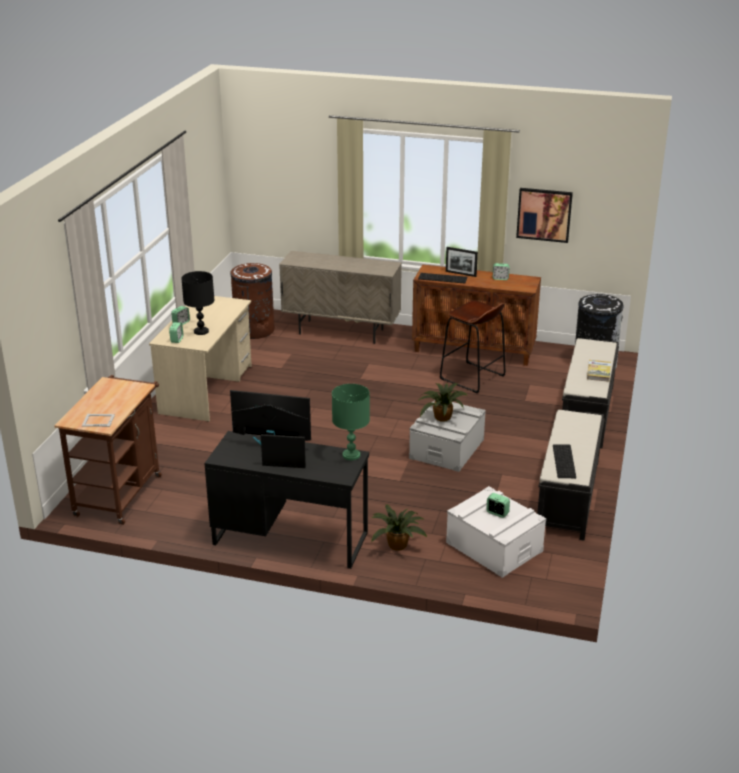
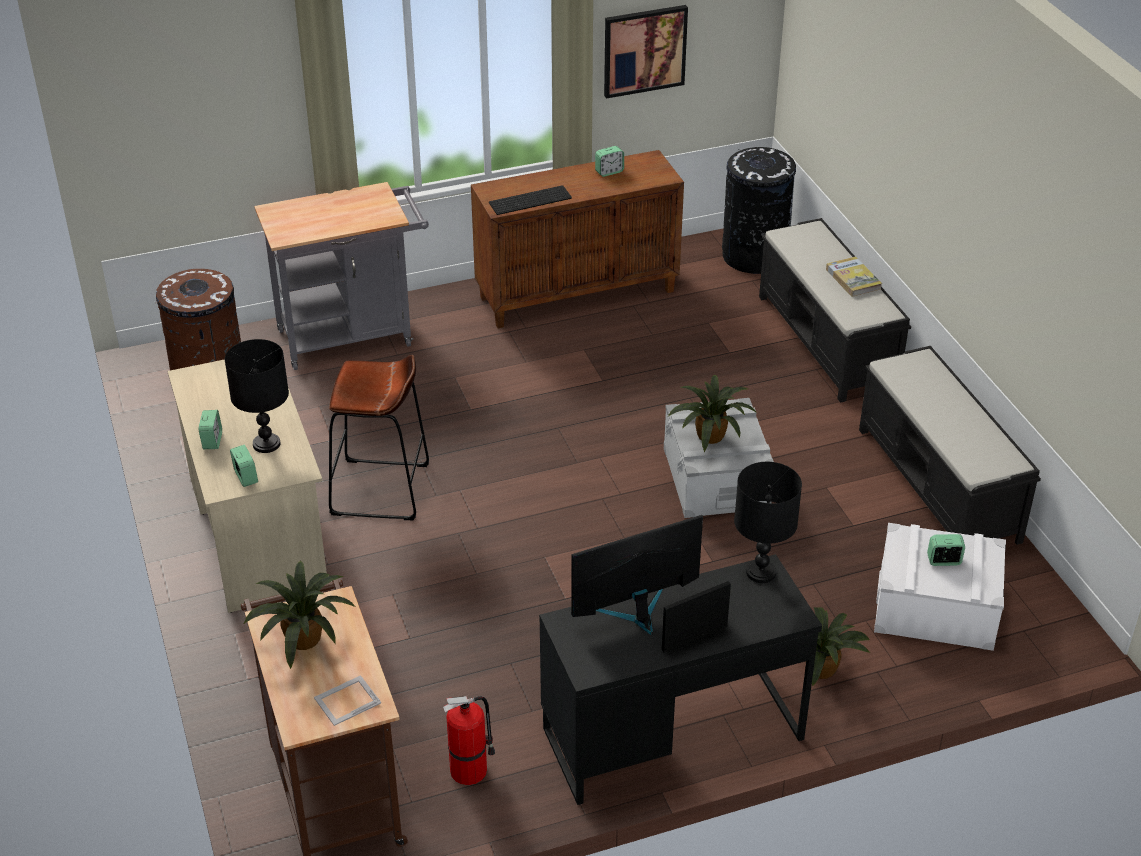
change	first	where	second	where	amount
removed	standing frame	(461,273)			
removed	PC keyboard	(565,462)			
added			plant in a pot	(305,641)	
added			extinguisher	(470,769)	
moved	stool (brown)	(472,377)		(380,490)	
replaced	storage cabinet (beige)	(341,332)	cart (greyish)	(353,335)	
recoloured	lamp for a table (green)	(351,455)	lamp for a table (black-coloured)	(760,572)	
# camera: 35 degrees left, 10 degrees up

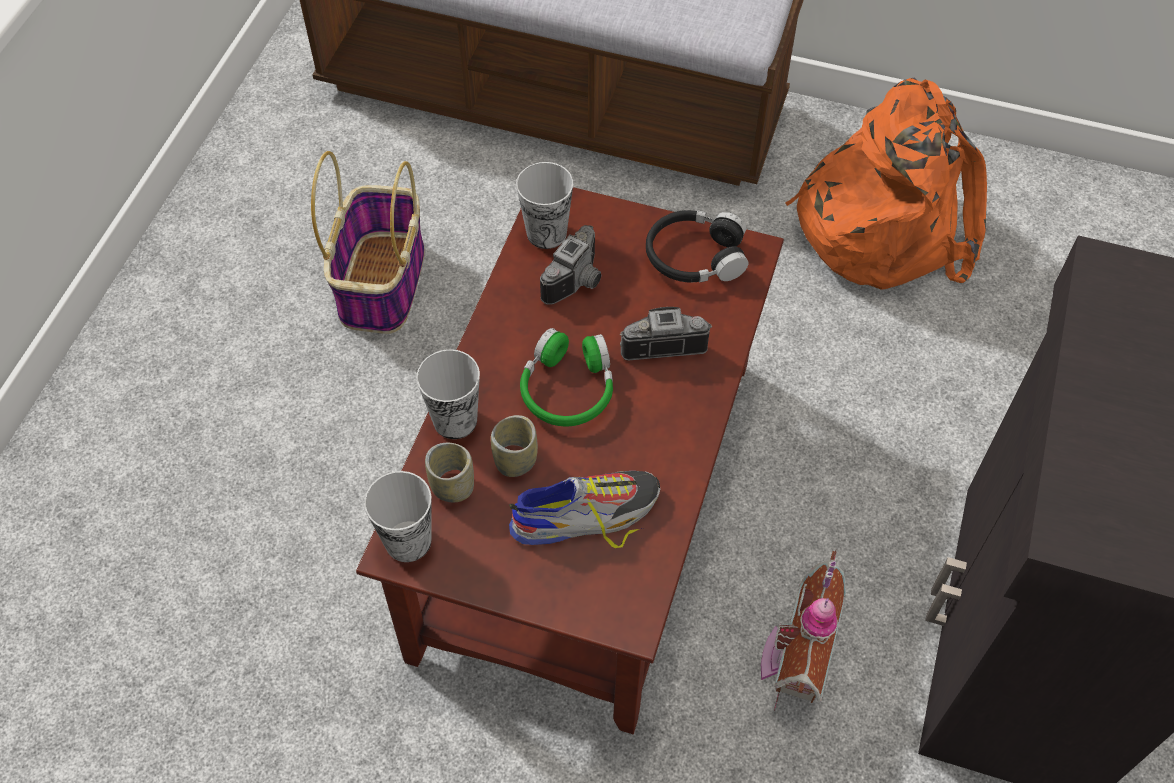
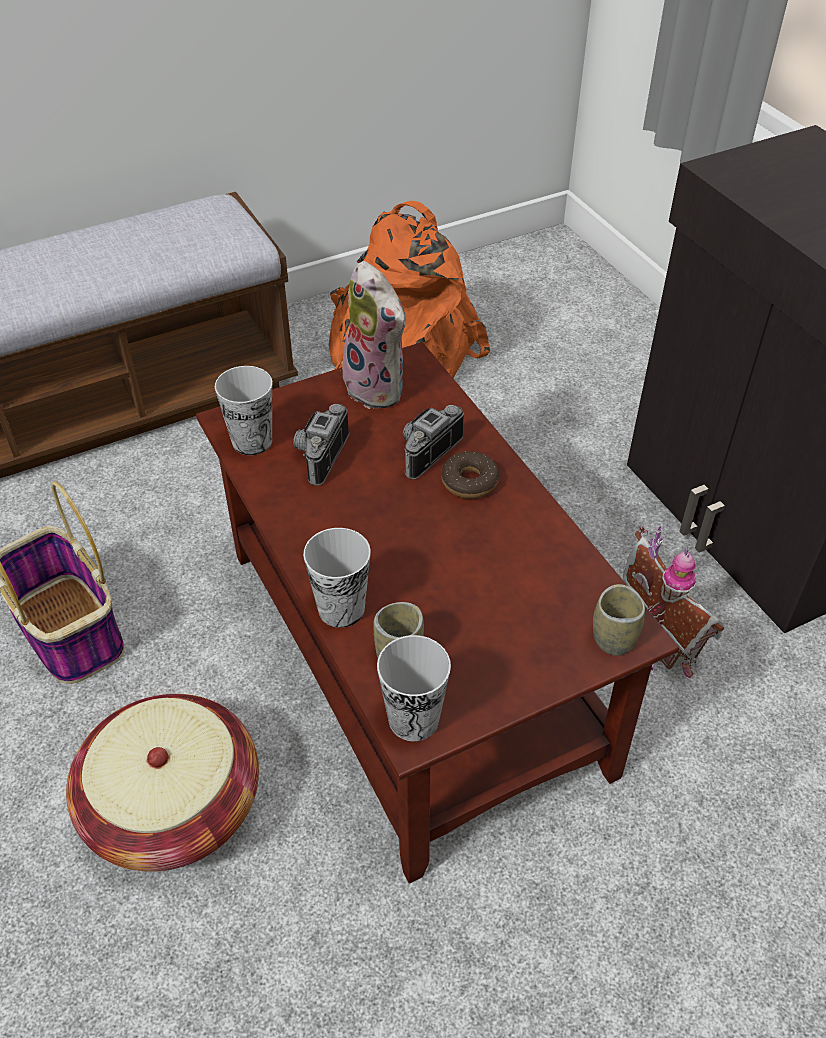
change	first	where	second	where	amount
removed	shoe	(586,512)			
removed	headset (green)	(568,388)			
added			storage basket	(173,806)	
added			doughnut	(469,482)	
moved	small cup	(515,461)		(613,639)	
replaced	headset (black-coloured)	(695,257)	plush toy	(379,388)	
turned	photo camera	(578,282)		(317,455)	150 degrees counterclockwise
# camera: 45 degrees left, 10 degrees down

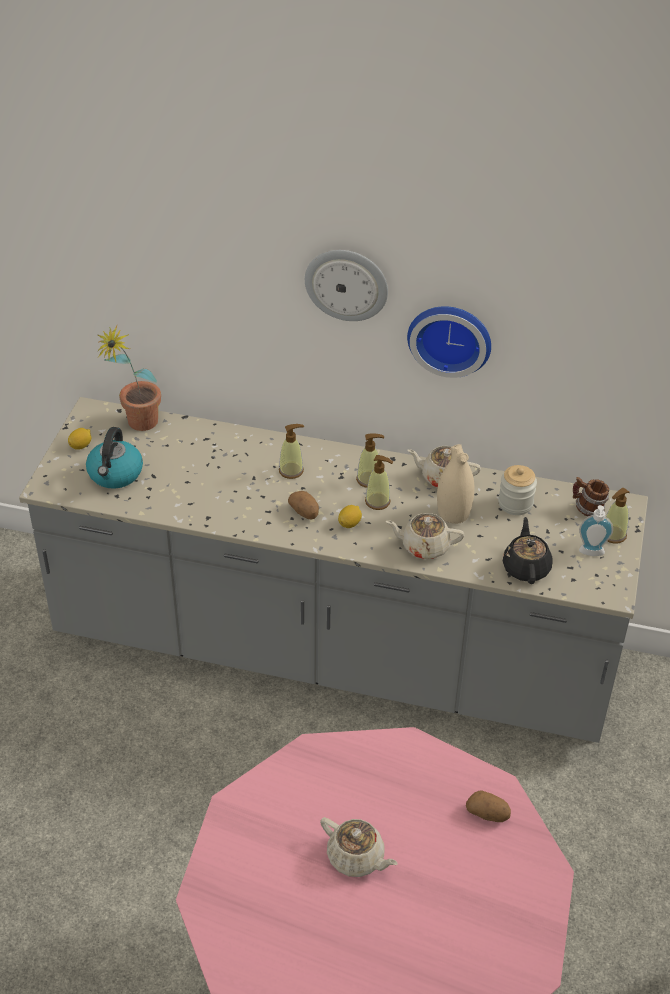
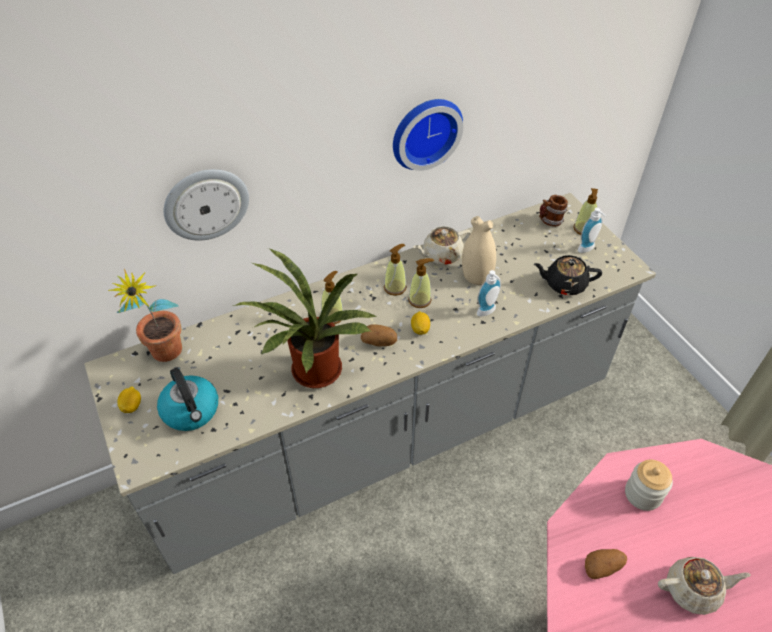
change	first	where	second	where	amount
added			plant in a pot	(313,374)	
moved	wall clock	(346,284)		(206,204)	
moved	spud	(488,814)		(602,567)	
moved	storage jar	(515,503)		(643,494)	
replaced	pot for tea (beige)	(424,546)	soap dispenser	(487,312)	
turned	pot for tea (black-coloured)	(526,567)		(564,284)	45 degrees counterclockwise
# camera: 40 degrees left, 5 degrees up

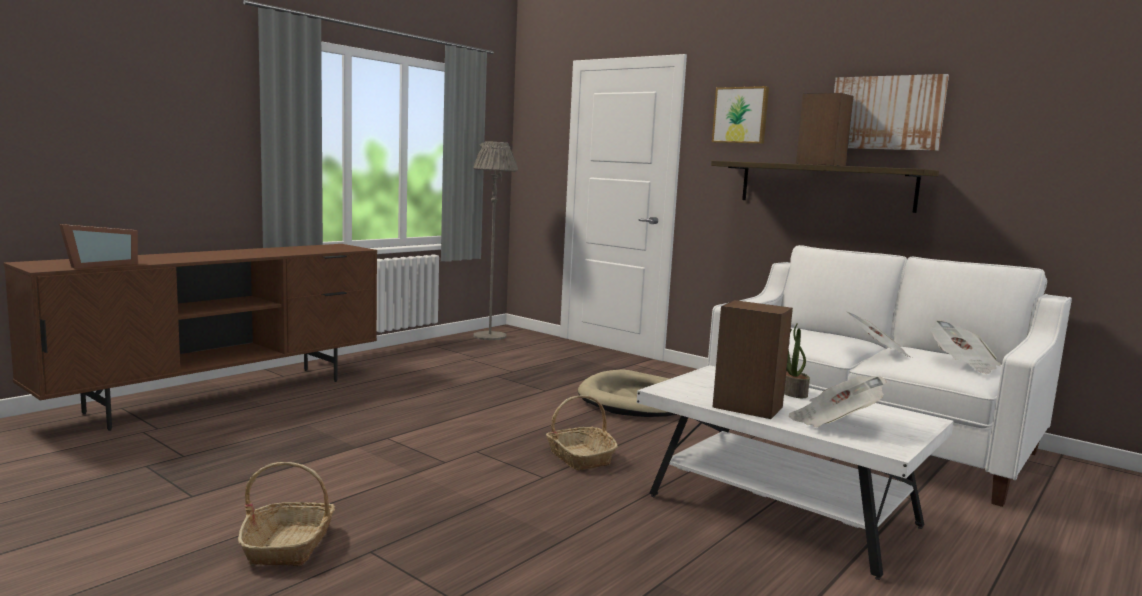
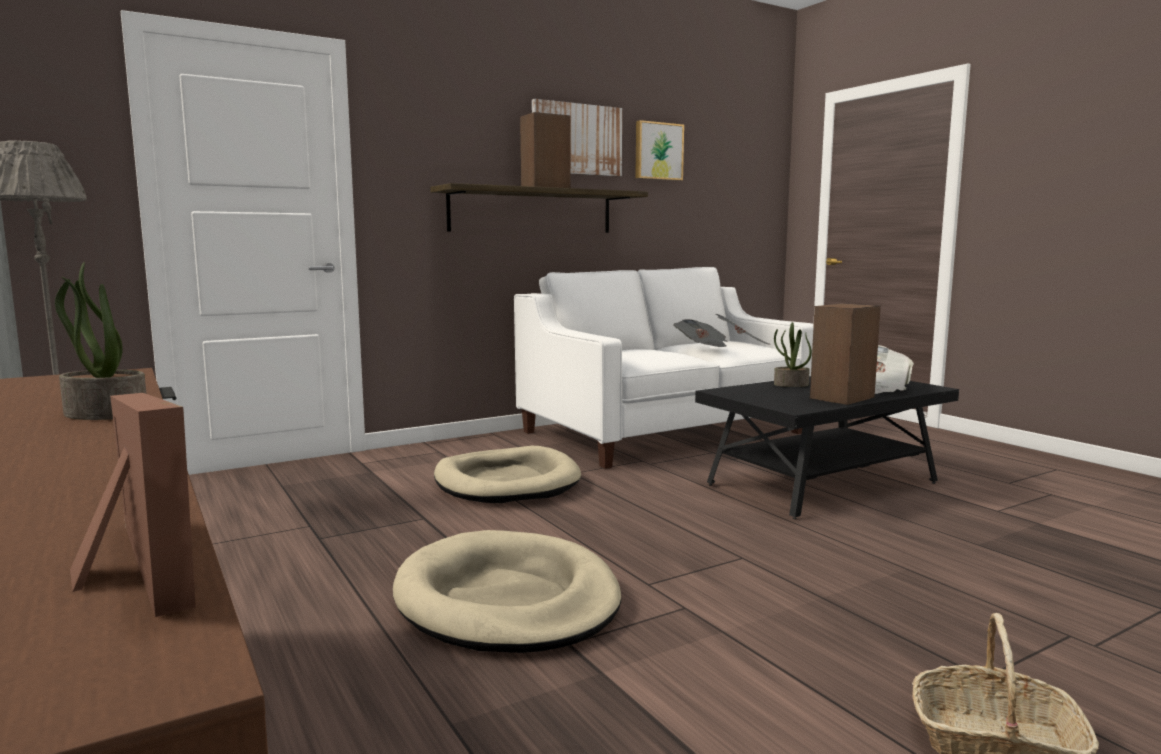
change	first	where	second	where	amount
removed	storage basket	(579,457)			
added			plant in a pot	(104,414)	
added			dog bed (beige)	(507,600)	
moved	wall art	(741,115)		(658,151)	
recoloured	coffee table (white-coloured)	(781,512)	coffee table (black-coloured)	(822,484)	
# camera: 70 degrees left, 0 degrees up

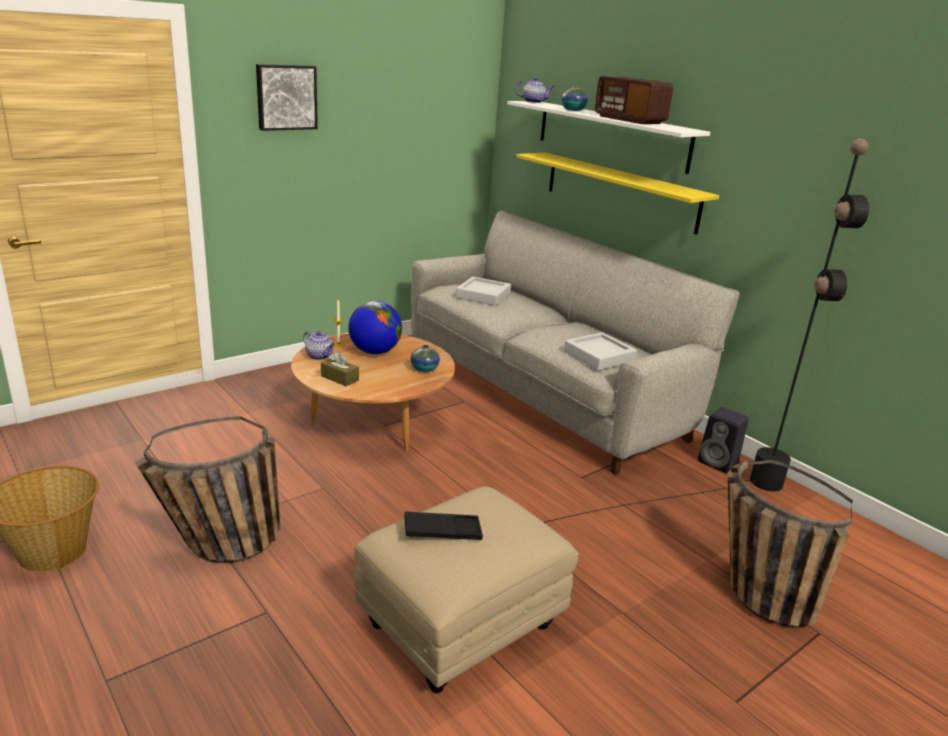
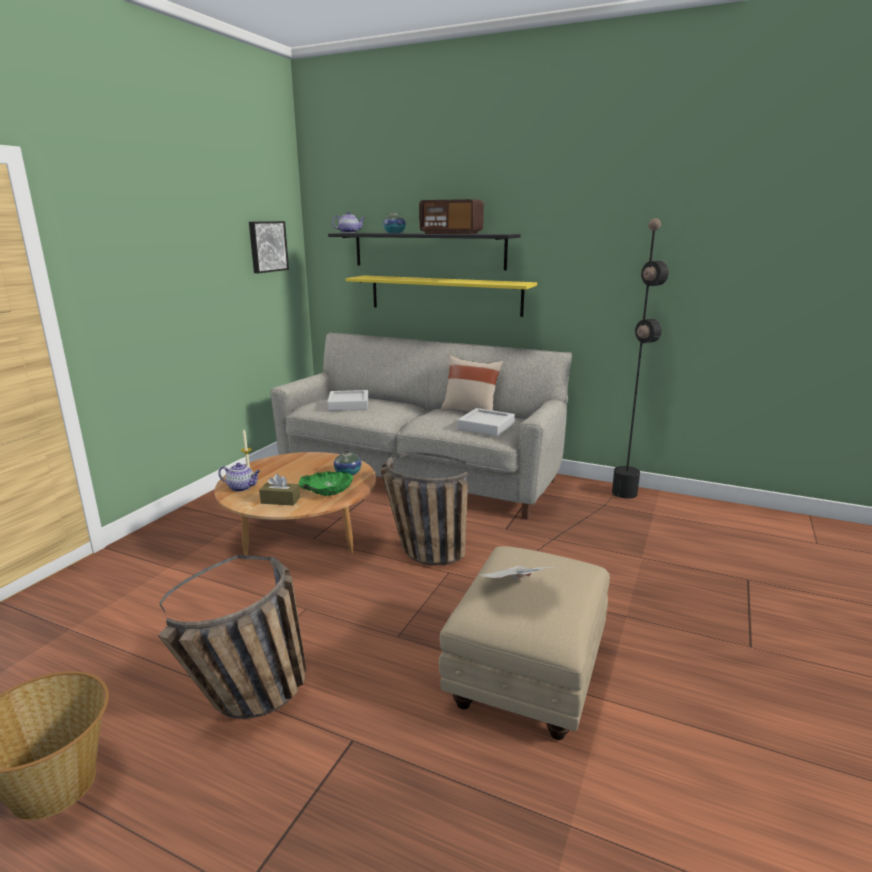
change	first	where	second	where	amount
removed	globe	(375,352)			
removed	loudspeaker (black-coloured)	(719,463)			
added			deep dish (green)	(327,490)	
added			throw pillow (beige)	(470,411)	
moved	wall art	(286,97)		(267,246)	
moved	storage basket	(752,591)		(419,551)	
replaced	carrying tray (black-coloured)	(442,531)	printed paper	(515,590)	
recoloured	wall shelf (white-coloured)	(611,135)	wall shelf (black-coloured)	(428,250)	
# camera: 25 degrees left, 5 degrees down

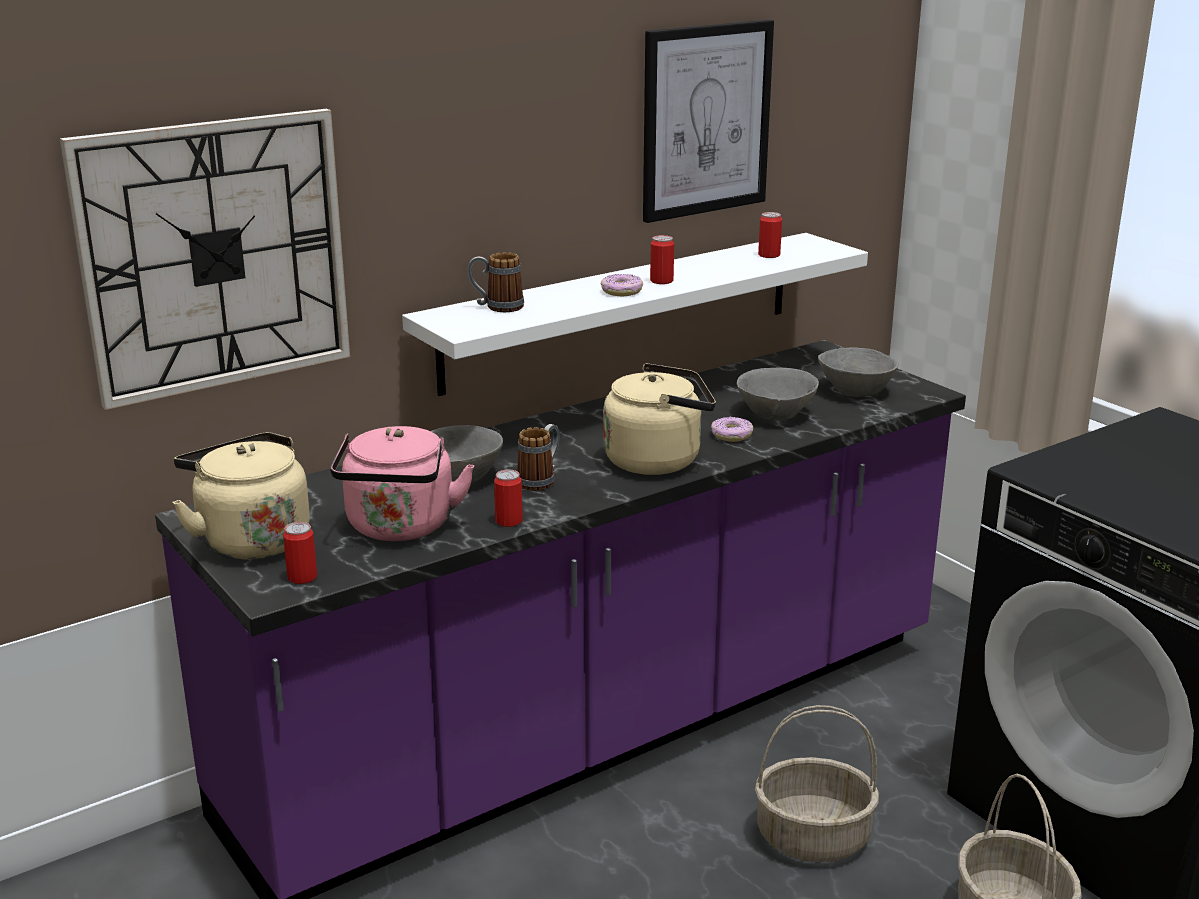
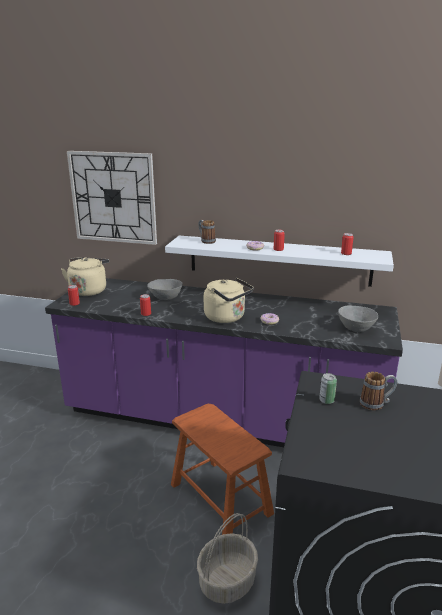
change	first	where	second	where	amount
removed	tea kettle (pink-coloured)	(400,528)			
removed	wall art	(706,120)			
removed	deep dish (greyish)	(774,414)			
added			sealed can	(326,400)	
moved	tea mug	(541,480)		(376,404)	
replaced	storage basket	(814,837)	stool (brown)	(220,498)	
# camera: 50 degrees right, 0 degrees up

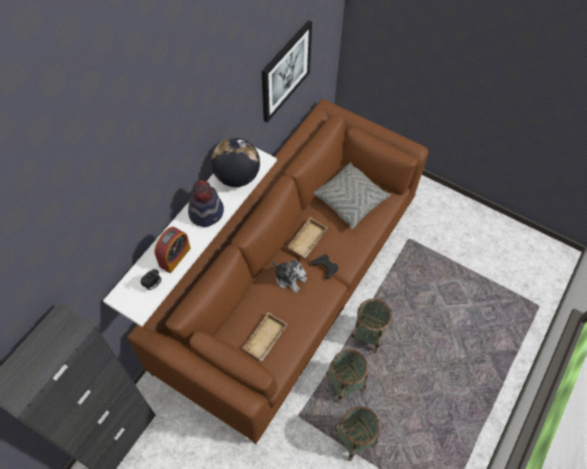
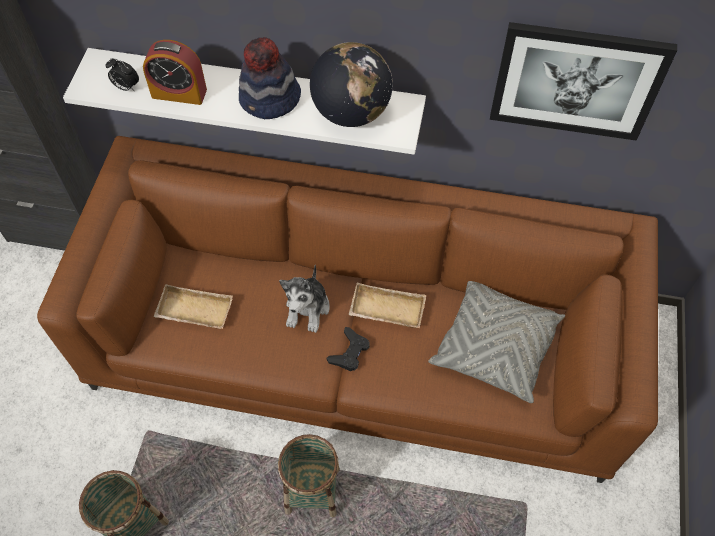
change	first	where	second	where	amount
removed	storage basket	(344,384)			
# camera: 70 degrees right, 0 degrees up

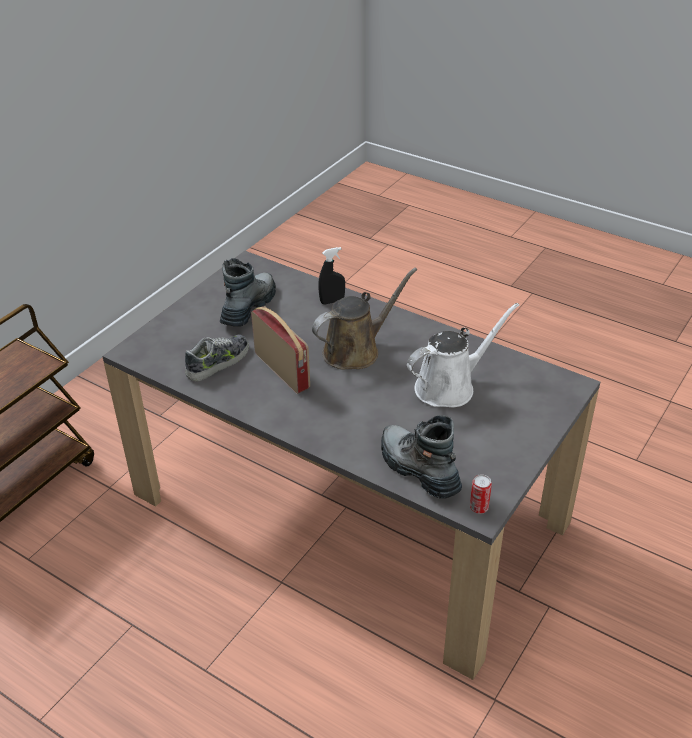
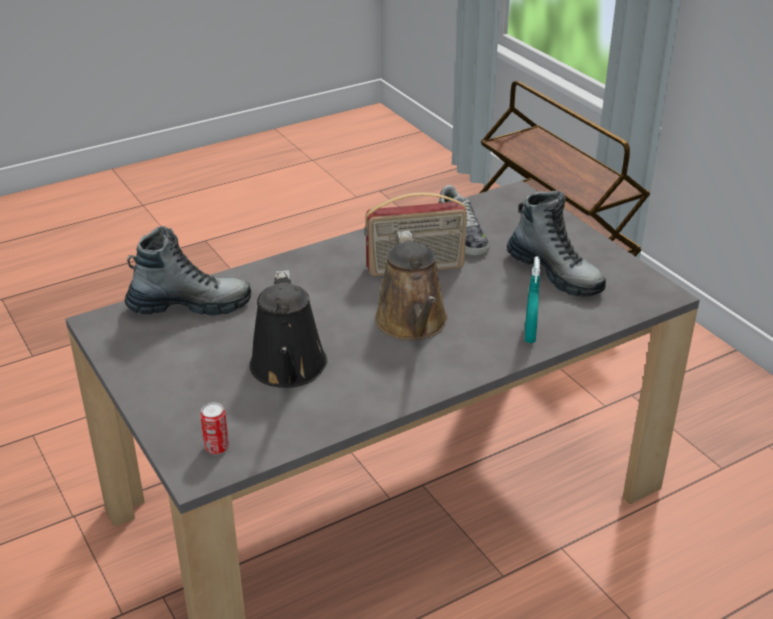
change	first	where	second	where	amount
moved	sealed can	(479,507)		(216,447)	
recoloured	sprayer (black-coloured)	(332,301)	sprayer (turquoise)	(530,335)	
recoloured	sprinkling can (white-coloured)	(449,386)	sprinkling can (black-coloured)	(289,369)	
# camera: 115 degrees right, 5 degrees down

